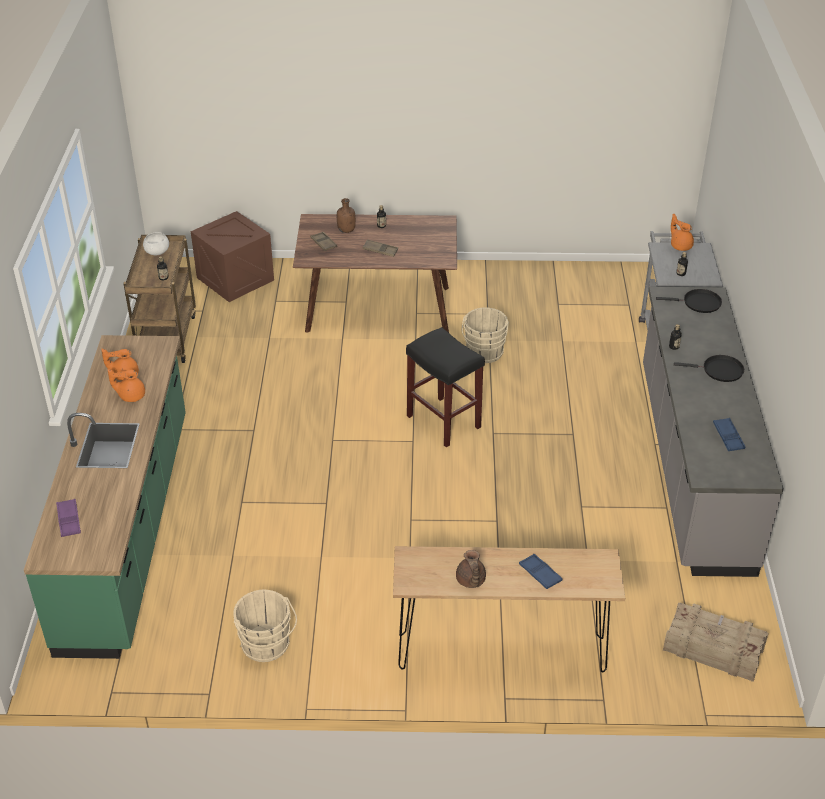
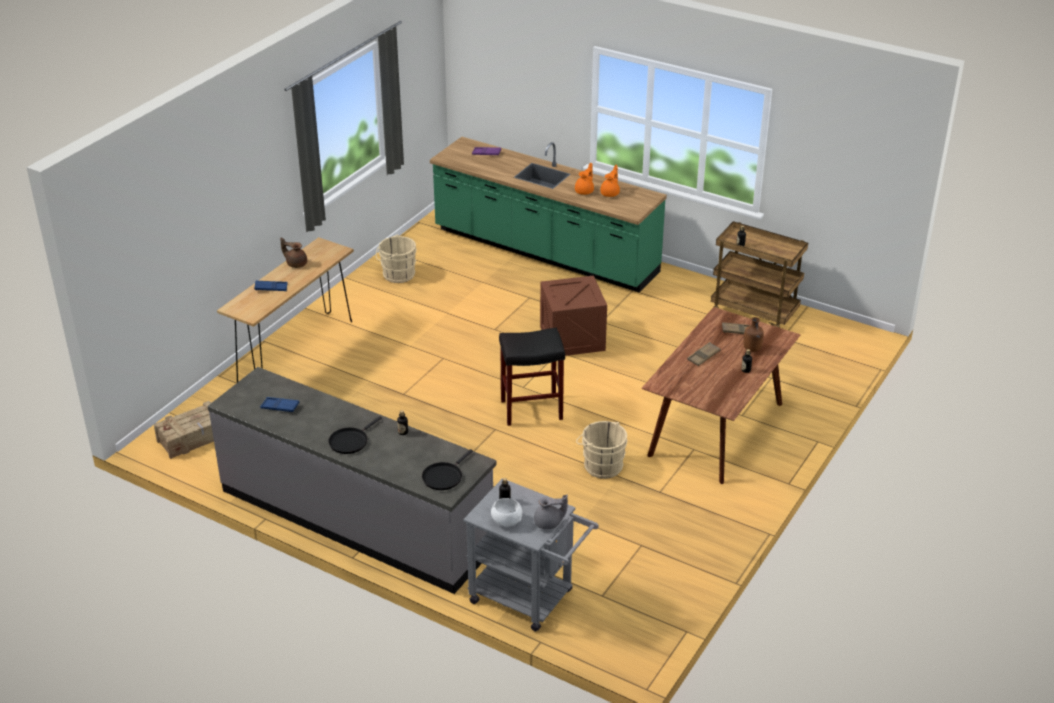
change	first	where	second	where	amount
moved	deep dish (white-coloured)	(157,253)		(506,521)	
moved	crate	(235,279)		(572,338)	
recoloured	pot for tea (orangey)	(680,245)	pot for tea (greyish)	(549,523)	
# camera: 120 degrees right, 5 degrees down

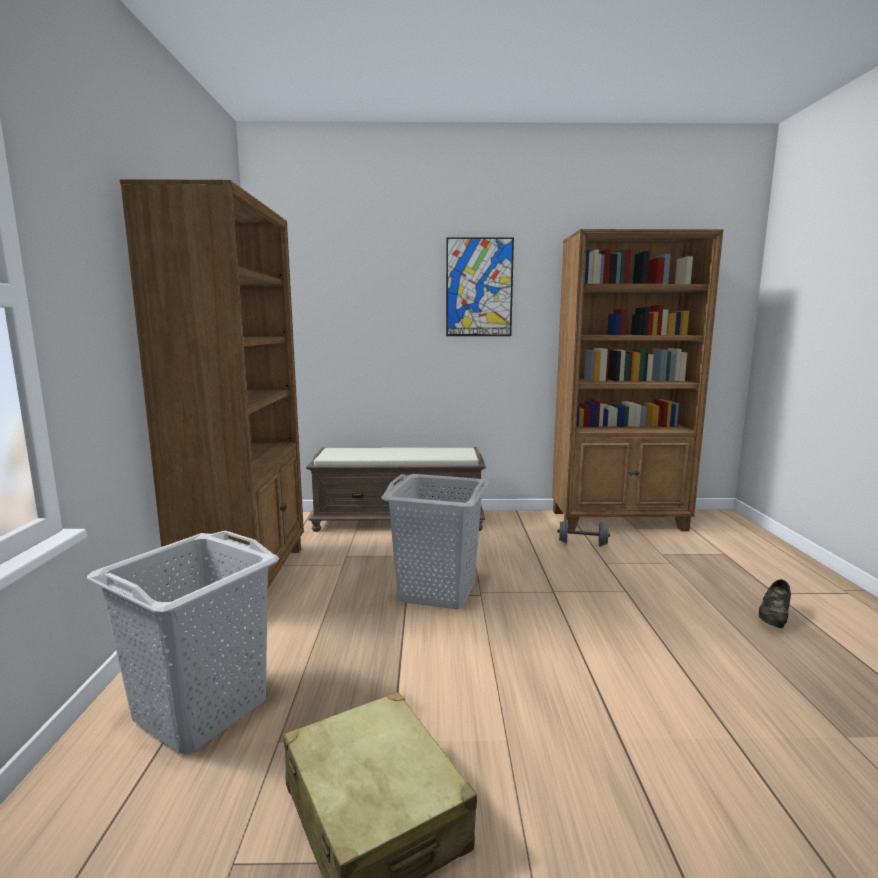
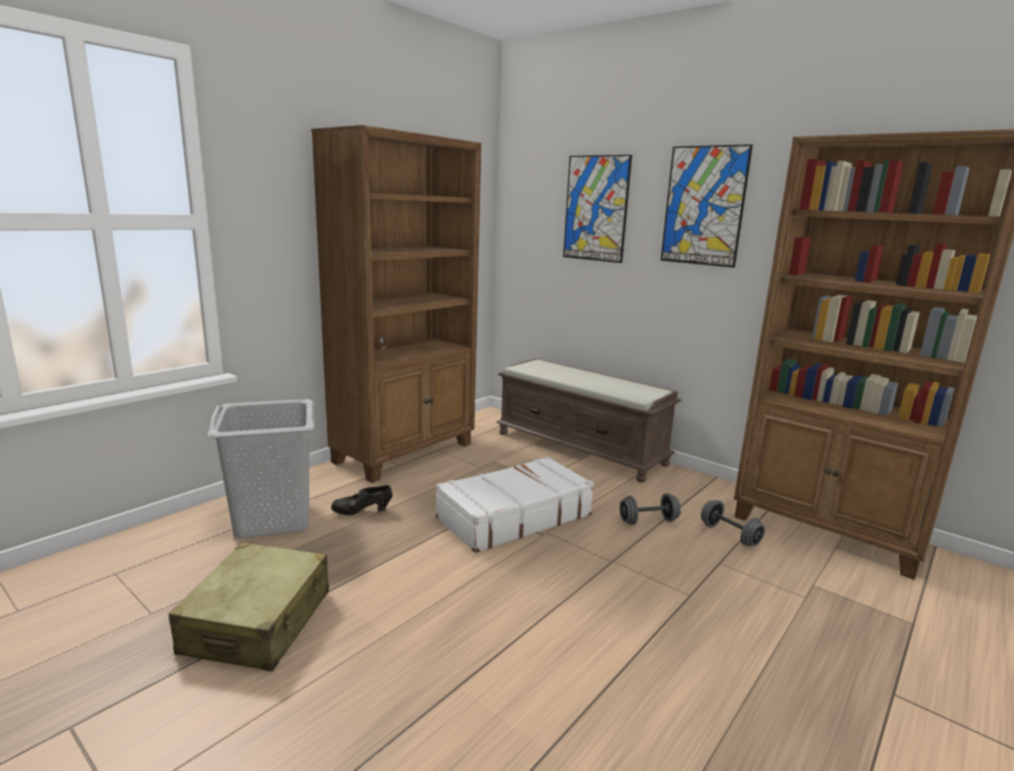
change	first	where	second	where	amount
added			wall art	(596,208)	
added			dumbbell (greyish)	(648,521)	
moved	shoe (black-coloured)	(773,619)		(362,512)	
replaced	hamper (greyish)	(437,591)	suitcase (white-coloured)	(513,516)	
# camera: 40 degrees right, 5 degrees up

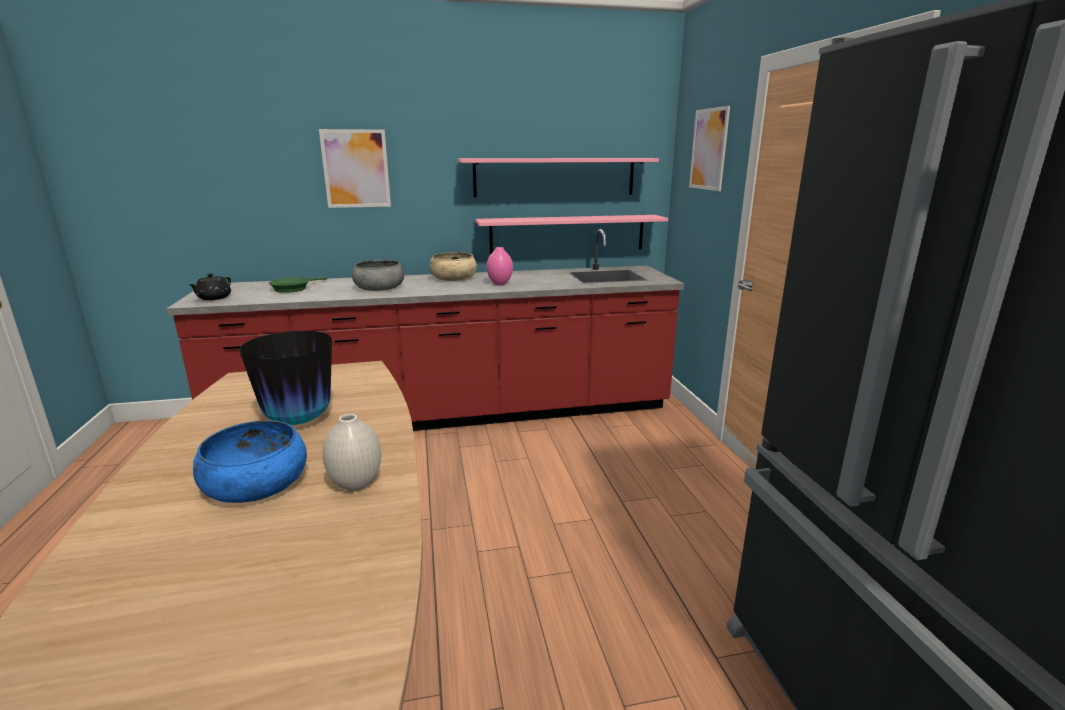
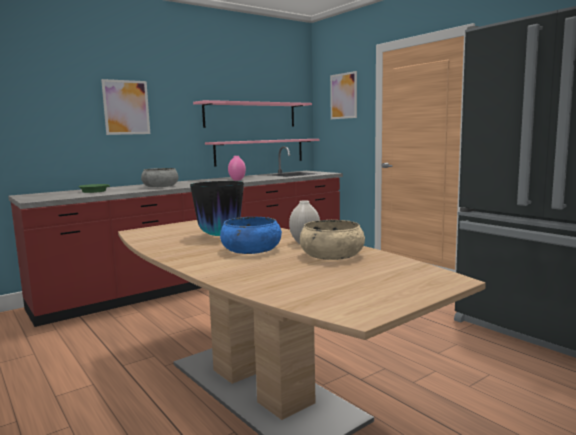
change	first	where	second	where	amount
removed	pot for tea (black-coloured)	(213,298)			
moved	deep dish (beige)	(453,278)		(332,255)	
# camera: 25 degrees left, 10 degrees down

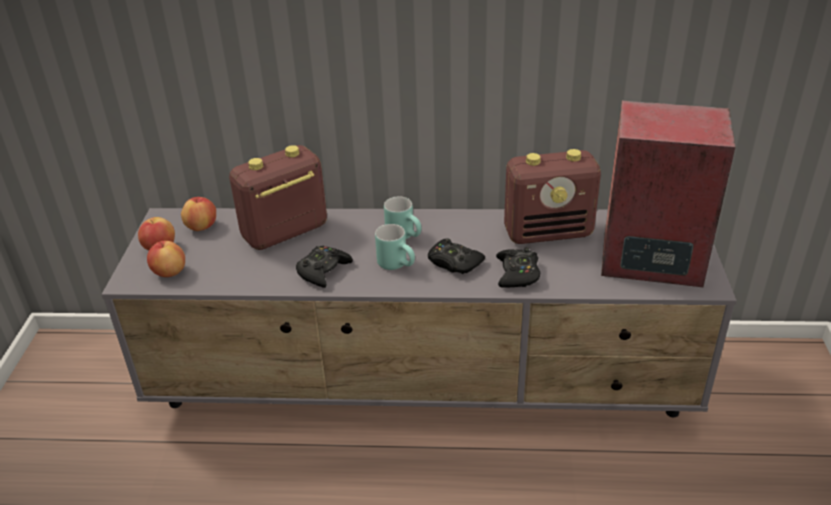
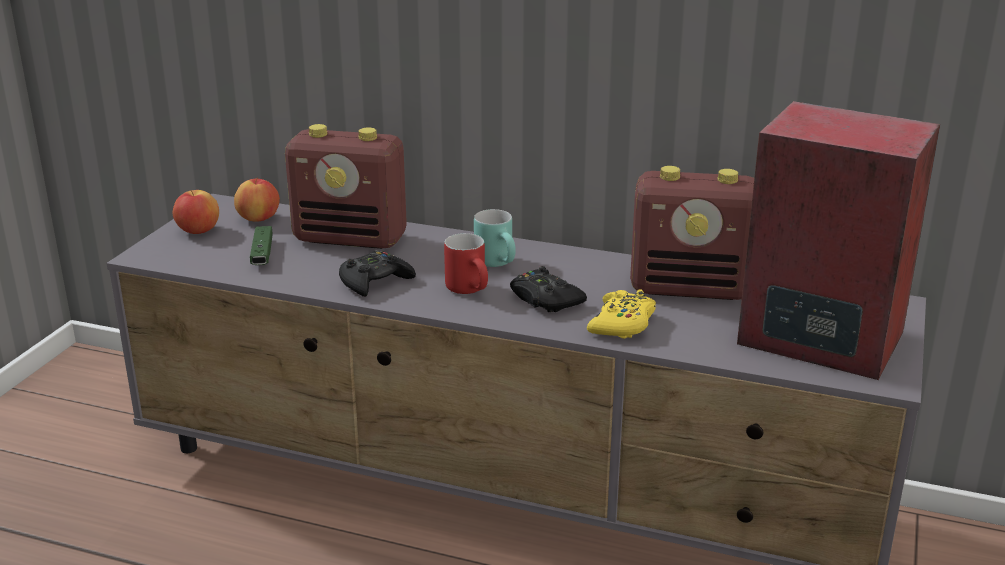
change	first	where	second	where	amount
removed	apple fruit	(169,272)			
added			joypad (green)	(262,254)	
recoloured	tea mug (turquoise)	(398,264)	tea mug (red)	(472,290)	
recoloured	joypad (black-coloured)	(517,274)	joypad (yellowish)	(622,324)	
turned	radio set	(284,233)		(351,239)	150 degrees counterclockwise
# camera: 15 degrees right, 10 degrees down

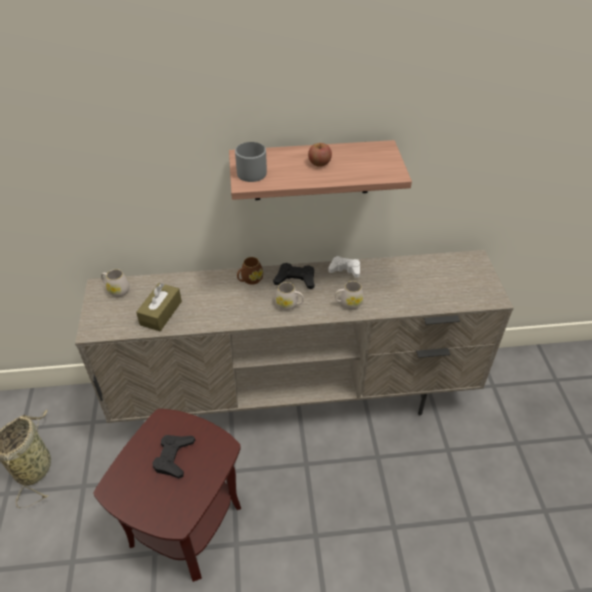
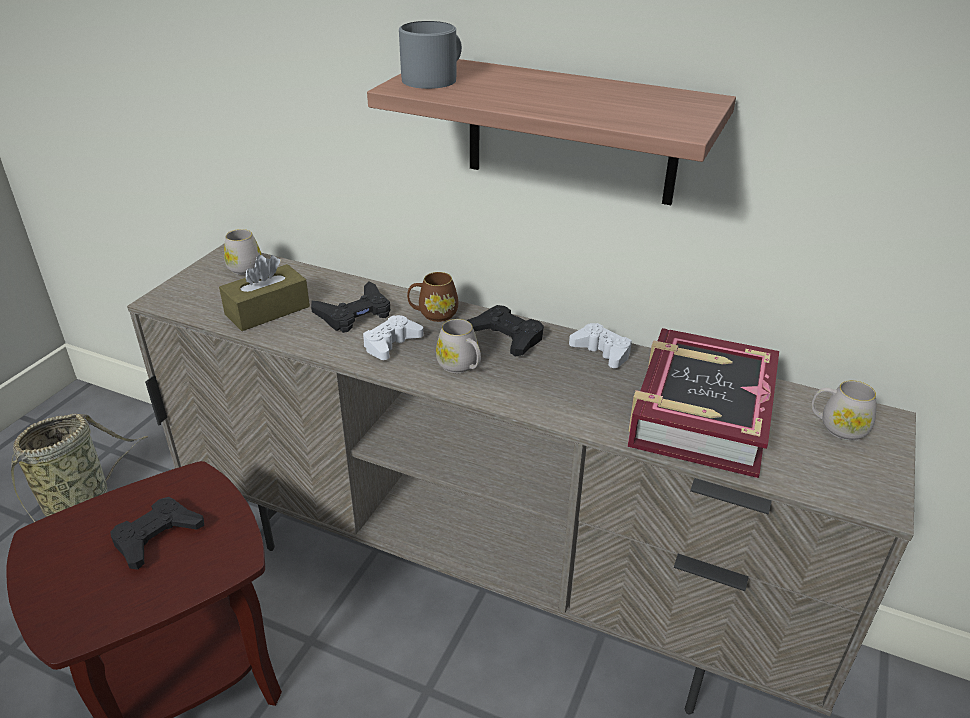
change	first	where	second	where	amount
removed	apple fruit	(319,163)			
added			joypad (black-coloured)	(354,314)	
added			joypad (white-coloured)	(391,344)	
added			bound book	(700,413)	
moved	tea mug (white-coloured)	(348,303)		(837,427)	
# camera: 30 degrees right, 10 degrees down

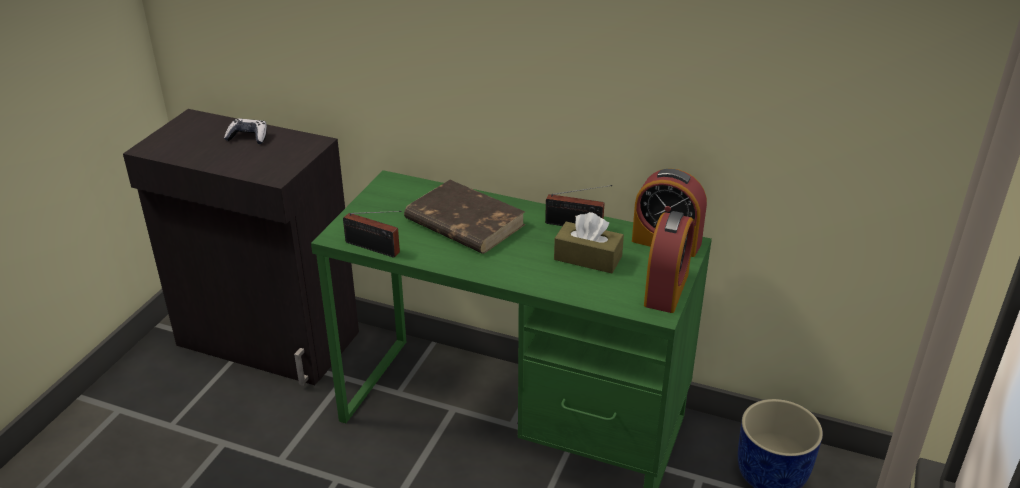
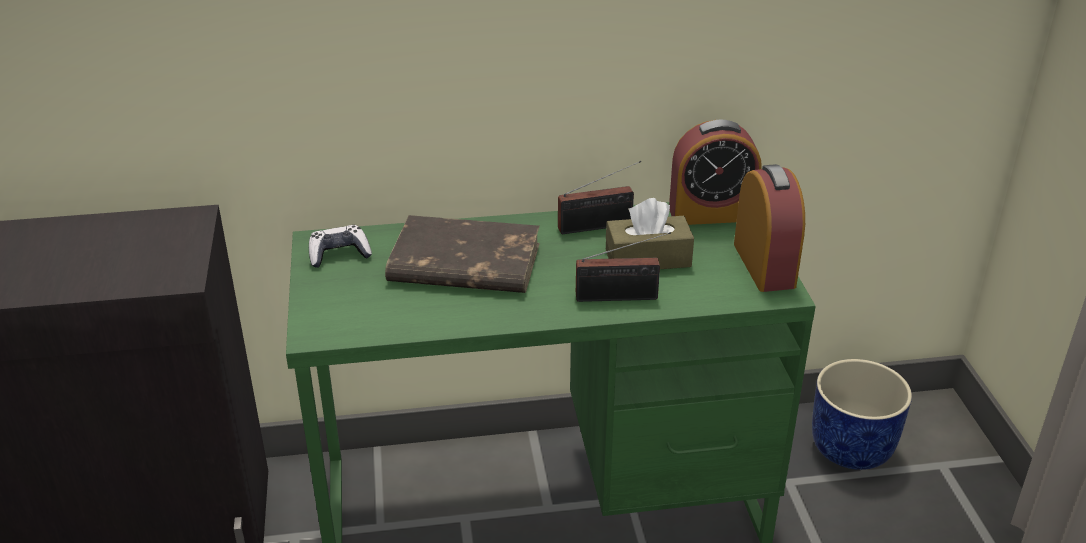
change	first	where	second	where	amount
moved	joypad	(248,137)		(339,254)	
moved	radio set	(375,249)		(621,297)	
# camera: 30 degrees left, 0 degrees up

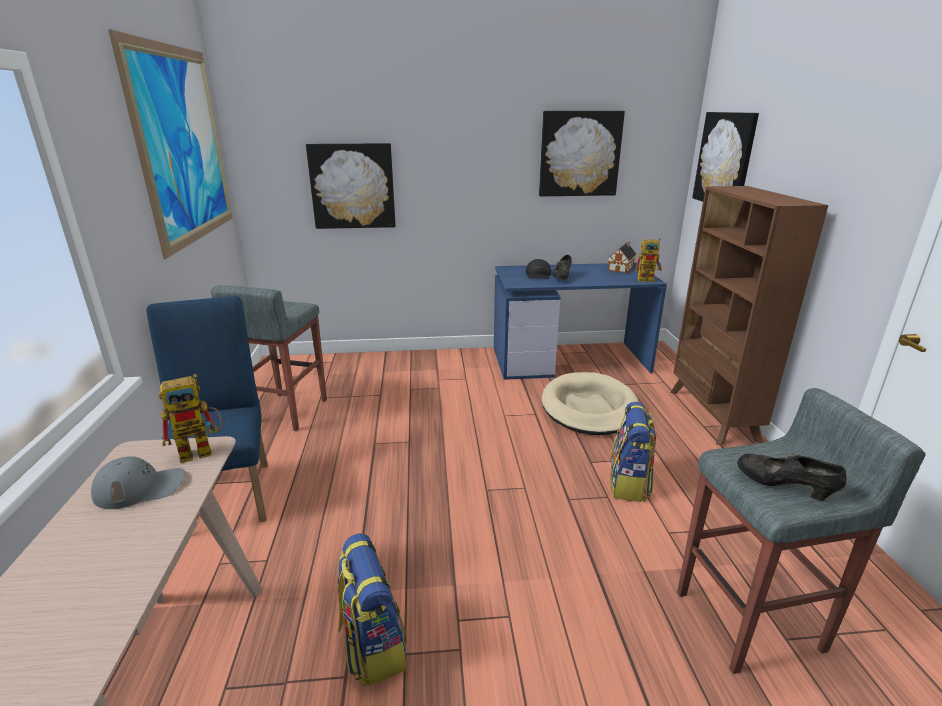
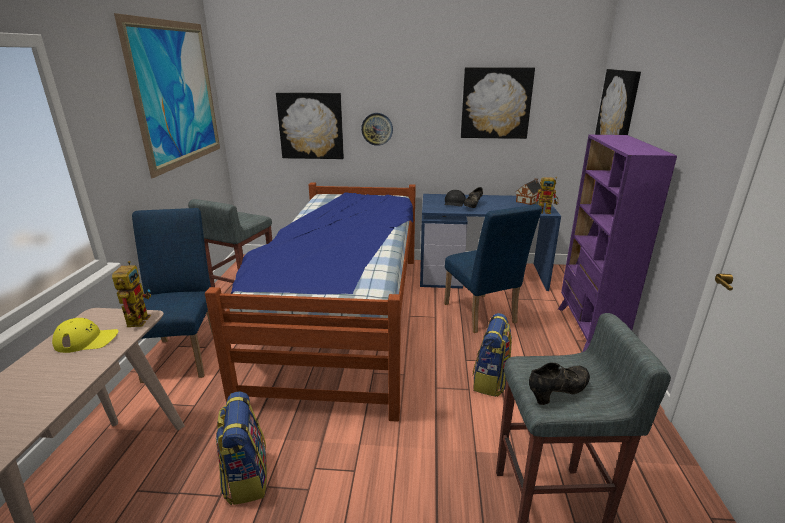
change	first	where	second	where	amount
added			bed	(343,316)	
added			wall clock	(377,129)	
replaced	dog bed (beige)	(589,408)	chair (blue-coloured)	(482,316)	
recoloured	cap (greyish)	(140,487)	cap (yellowish)	(87,340)	
recoloured	shelving unit (brown)	(712,415)	shelving unit (purplish)	(587,332)	
turned	model robot	(203,450)		(138,318)	75 degrees counterclockwise
turned	shoe (black-coloured)	(783,487)		(557,392)	105 degrees clockwise
# camera: 10 degrees right, 0 degrees up

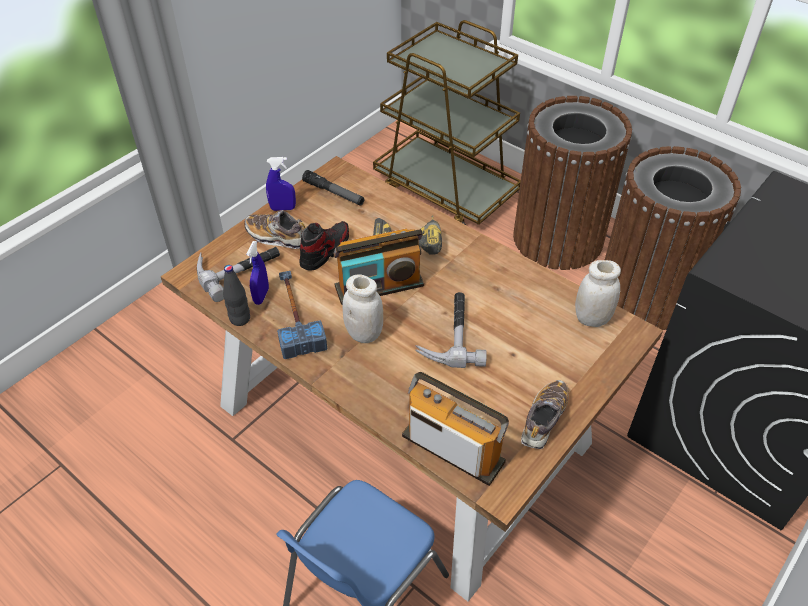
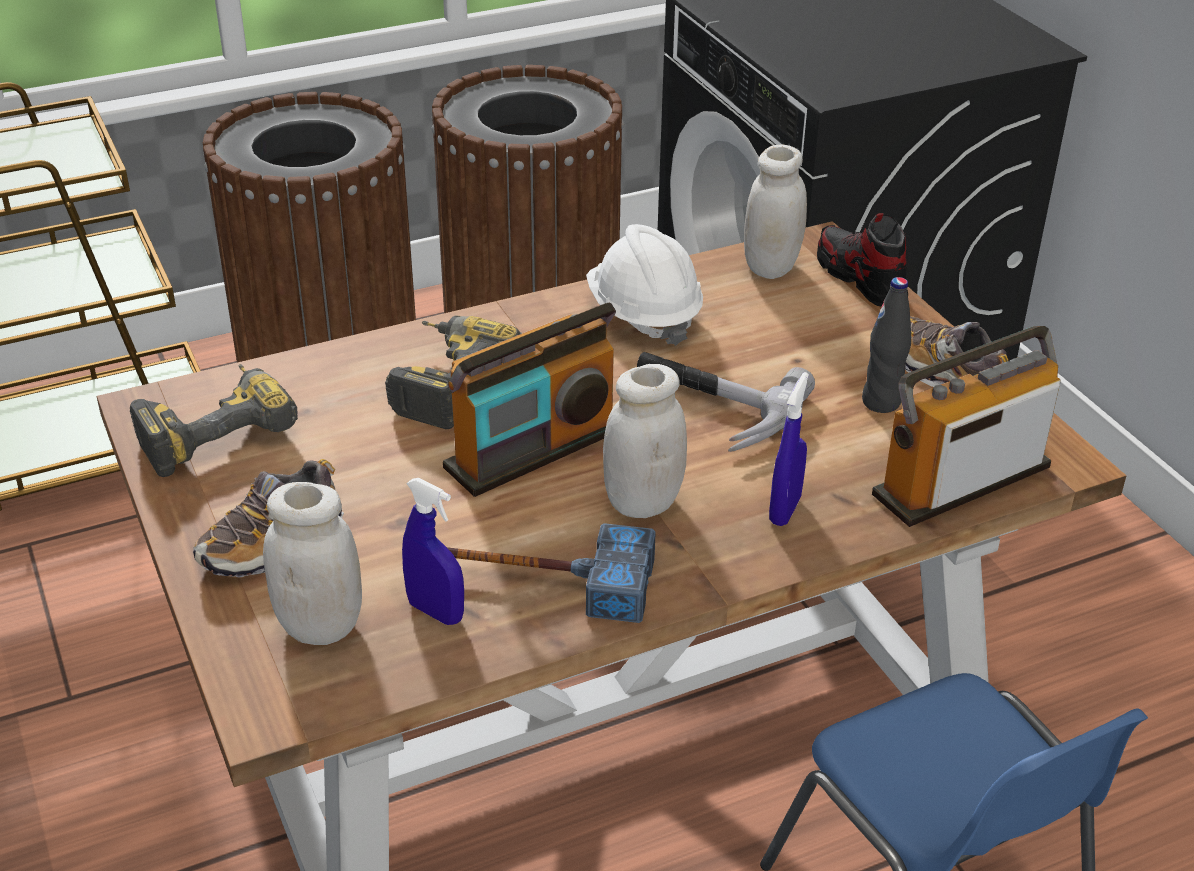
change	first	where	second	where	amount
added			work helmet (white-coloured)	(643,315)	
moved	drink bottle (black-coloured)	(240,319)		(881,402)	
moved	sprayer (blue-coloured)	(283,208)		(785,510)	
moved	shoe	(325,251)		(860,278)	
replaced	hand hammer	(238,268)	storage jar (white-coloured)	(320,626)	
replaced	hand torch	(334,193)	drill	(214,430)	
turned	radio set	(379,286)		(534,449)	45 degrees clockwise
# camera: 65 degrees left, 10 degrees down

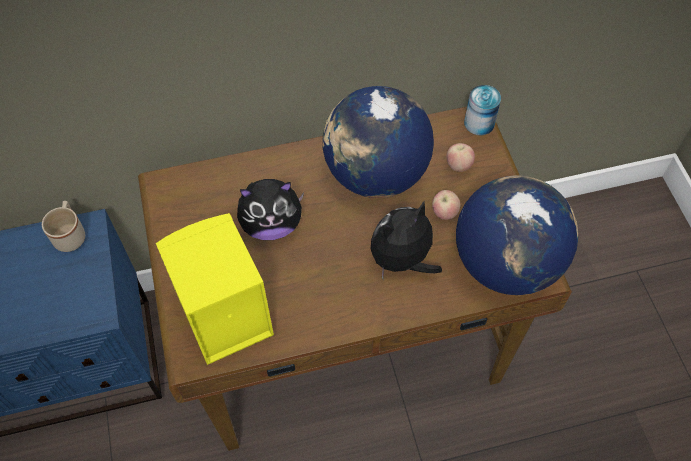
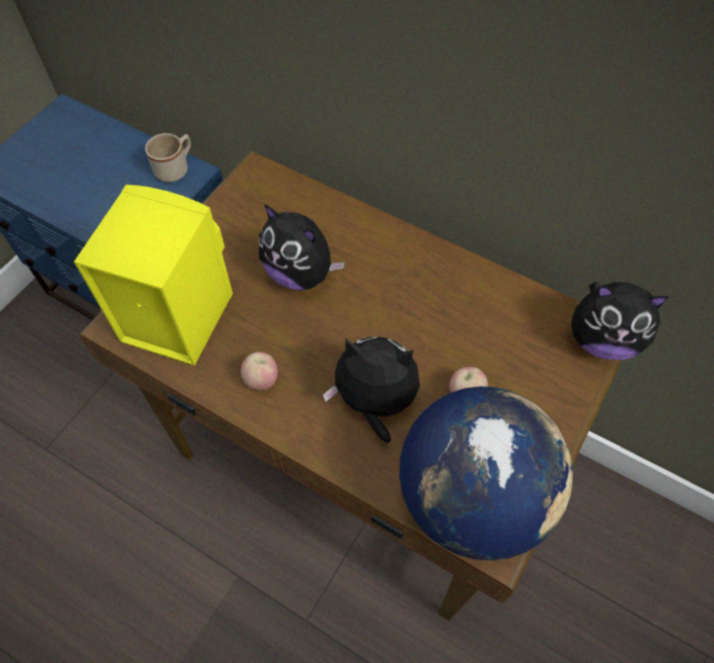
change	first	where	second	where	amount
removed	globe	(375,174)			
moved	apple fruit	(458,166)		(261,380)	
replaced	sealed can	(479,123)	plush toy	(602,340)	
# camera: 45 degrees right, 0 degrees up

